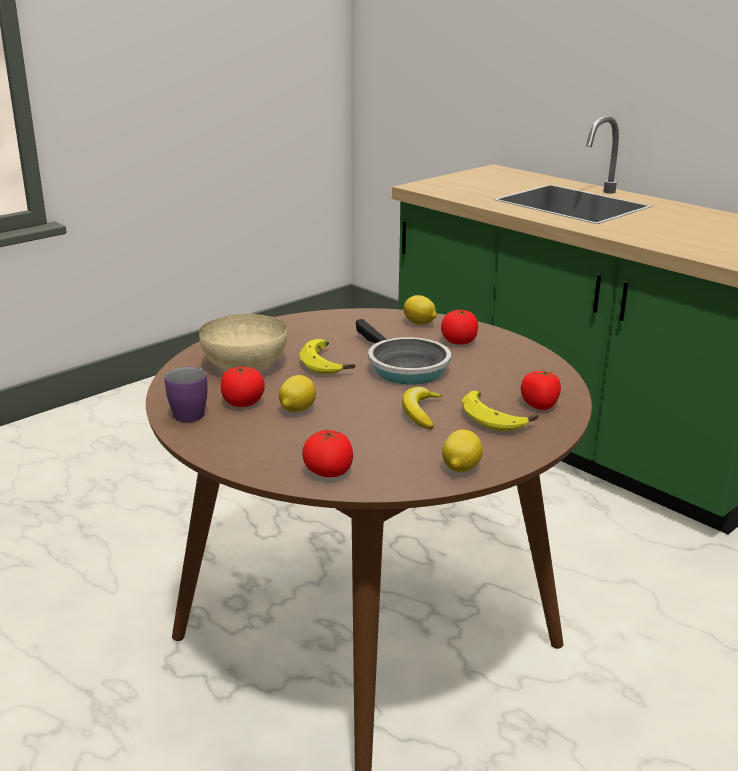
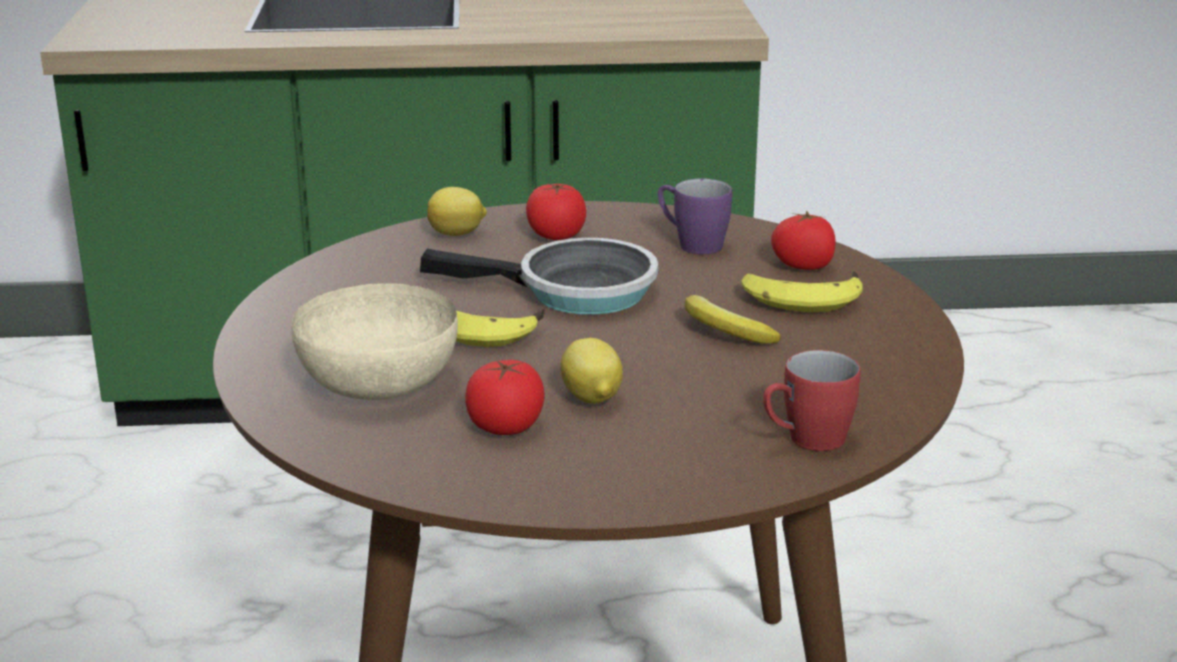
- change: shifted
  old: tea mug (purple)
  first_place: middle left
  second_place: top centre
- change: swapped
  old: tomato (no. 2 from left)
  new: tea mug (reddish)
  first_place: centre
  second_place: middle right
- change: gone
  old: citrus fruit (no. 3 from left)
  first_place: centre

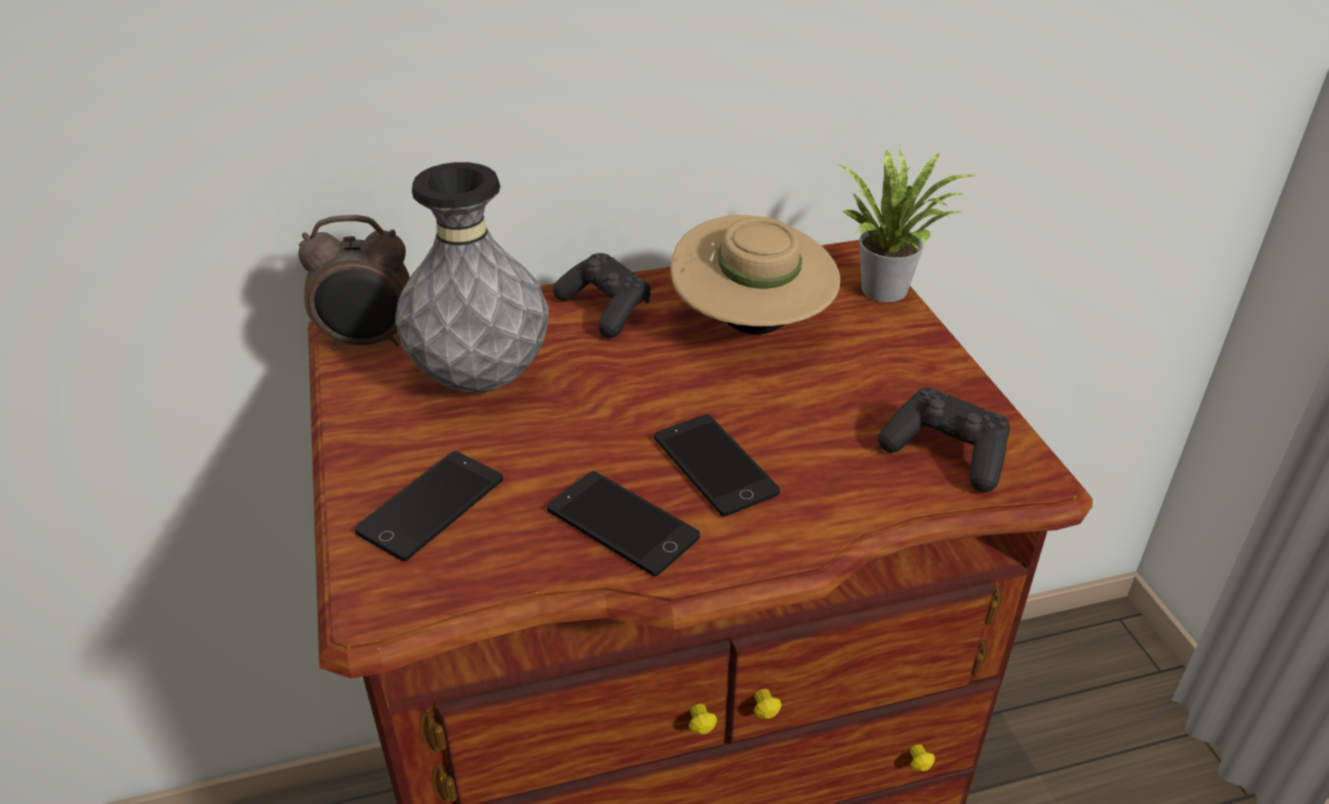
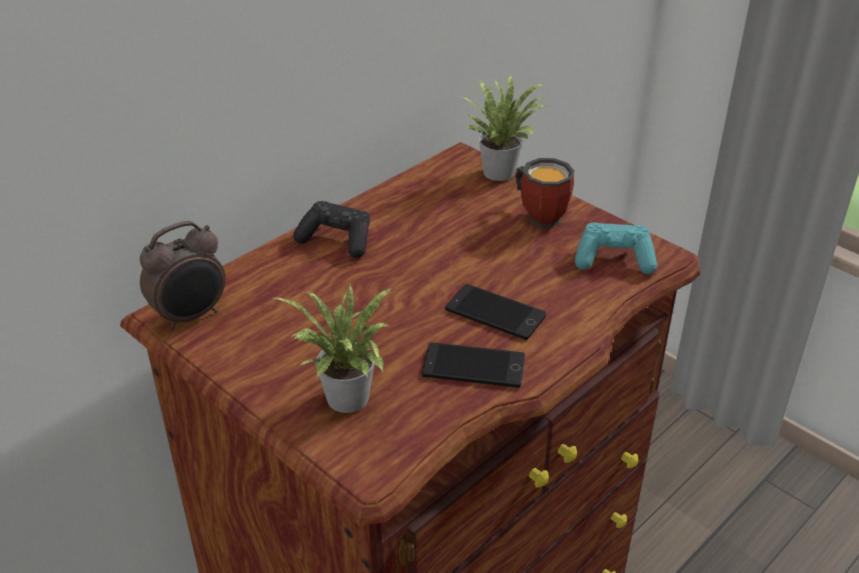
- change: gone
  old: flower vase (grey)
  first_place: centre
- change: gone
  old: wearable hat (beige)
  first_place: centre
- change: repainted
  old: game controller (blackish) (no. 2 from left)
  new: game controller (turquoise-coloured)
  first_place: middle right
  second_place: middle right
- change: swapped
  old: handset (no. 1 from left)
  new: potted plant (no. 1 from left)
  first_place: middle left
  second_place: centre
- change: new
  new: tea mug
  second_place: centre

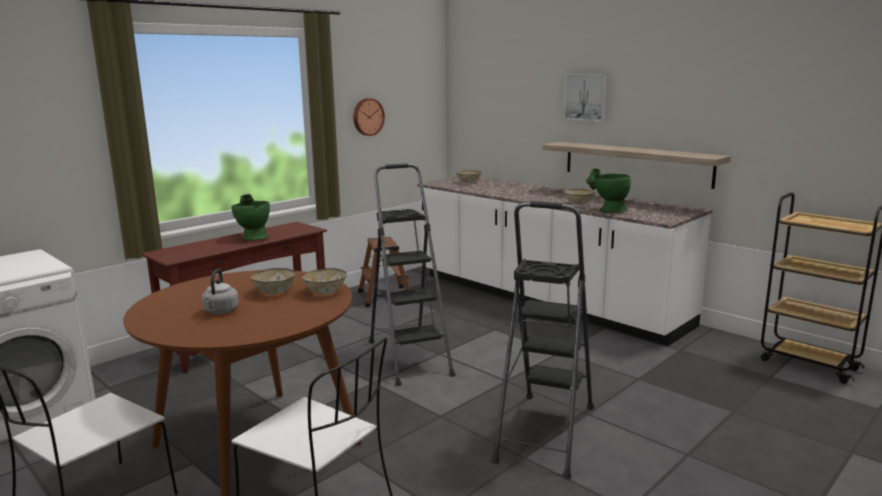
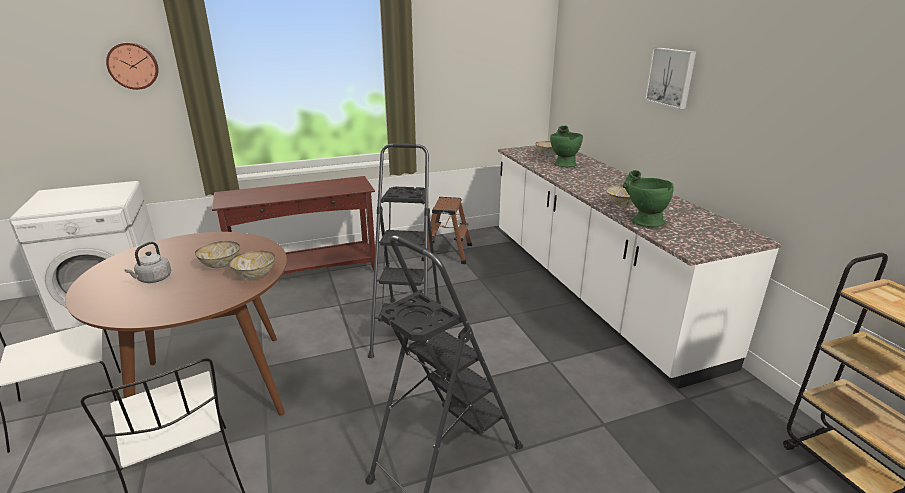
- change: shifted
  old: hanging clock
  first_place: top centre
  second_place: top left
- change: gone
  old: wall shelf
  first_place: top right
- change: shifted
  old: flower vase (green) (no. 1 from left)
  first_place: middle left
  second_place: top centre

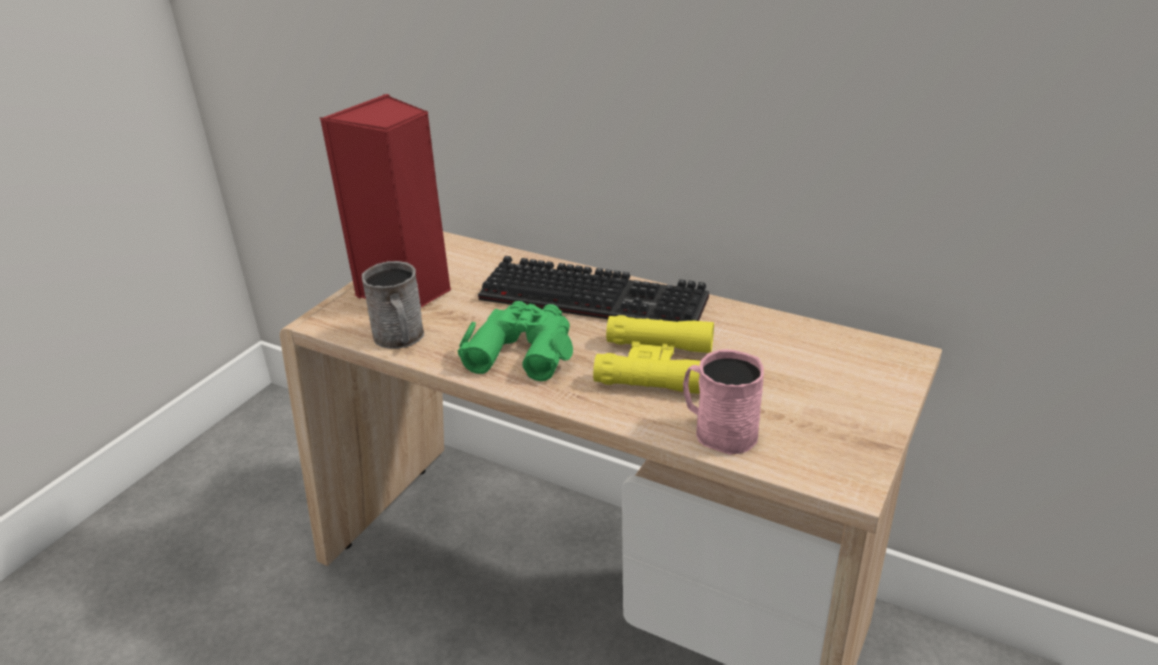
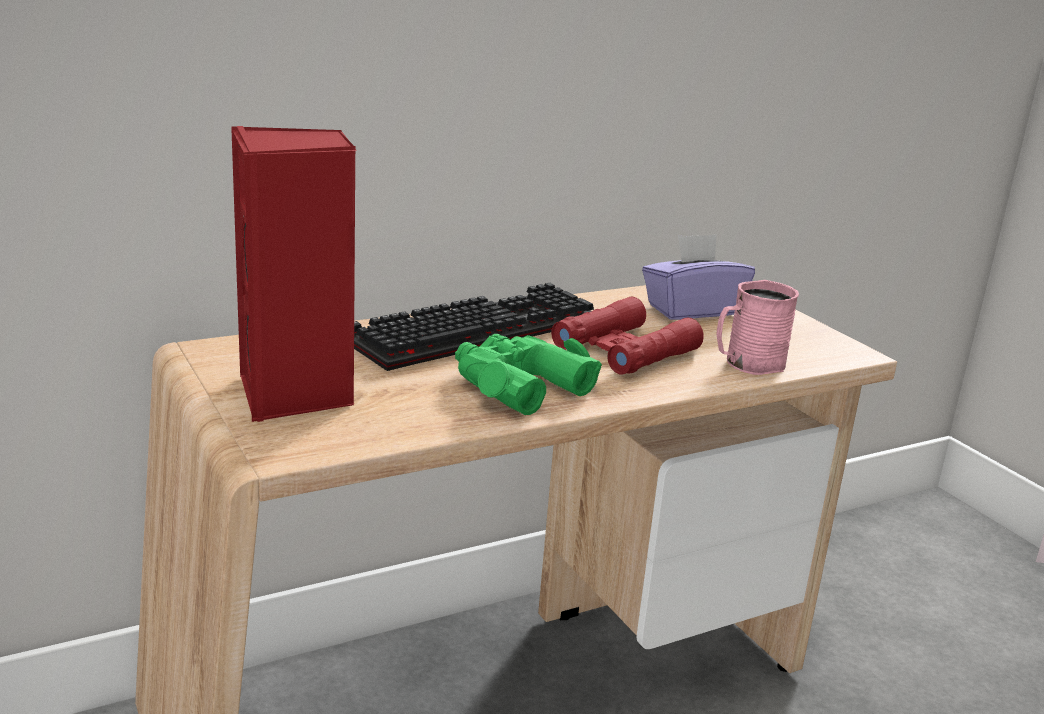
- change: gone
  old: tea mug (grey)
  first_place: centre
- change: repainted
  old: pair of binoculars (yellow-coloured)
  new: pair of binoculars (reddish)
  first_place: centre
  second_place: centre
- change: new
  new: box of tissues (purple)
  second_place: middle right

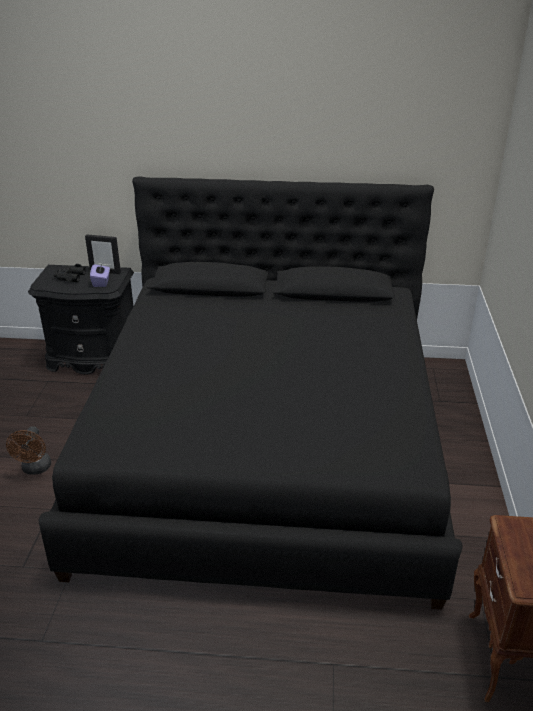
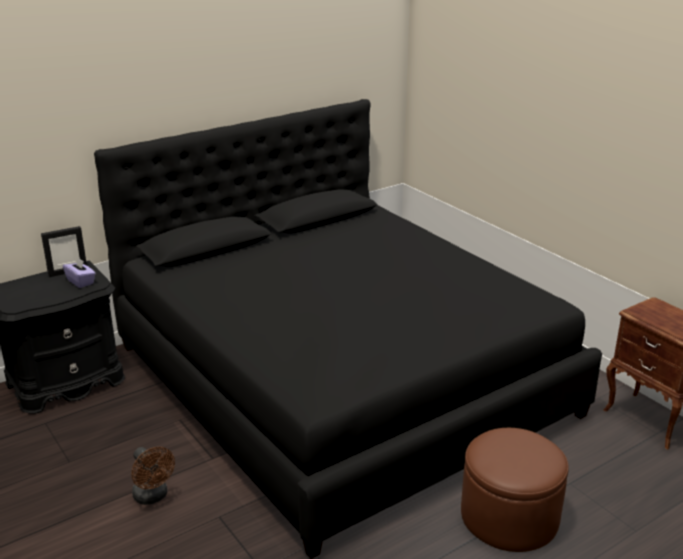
- change: gone
  old: pair of binoculars (blackish)
  first_place: middle left
- change: new
  new: footrest (brown-coloured)
  second_place: bottom right

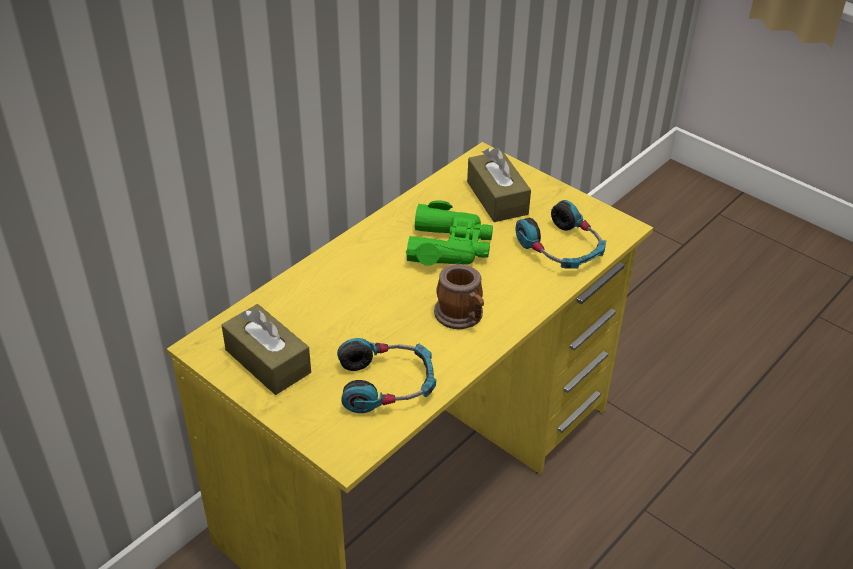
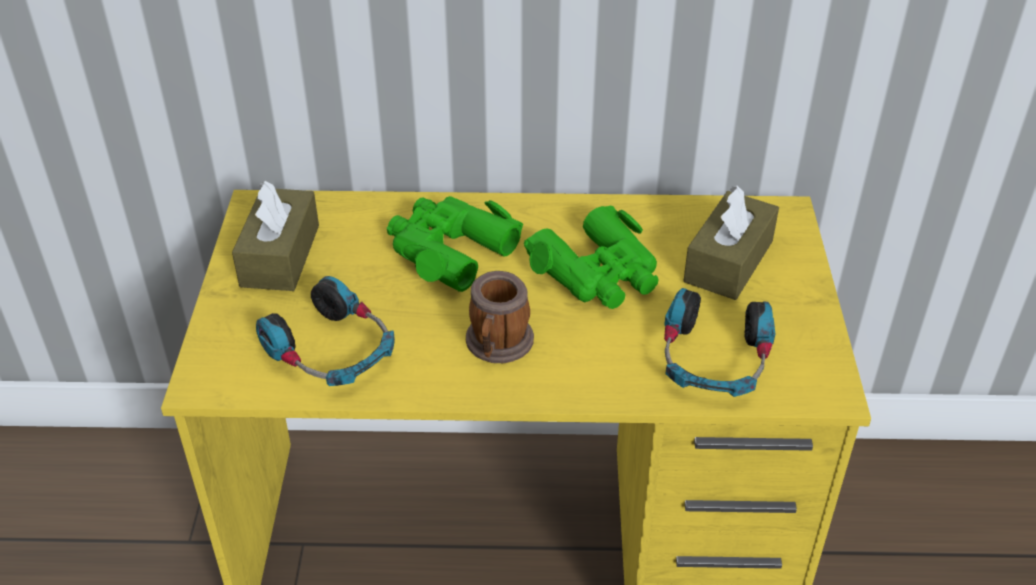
- change: new
  new: pair of binoculars (green) (no. 1 from left)
  second_place: centre

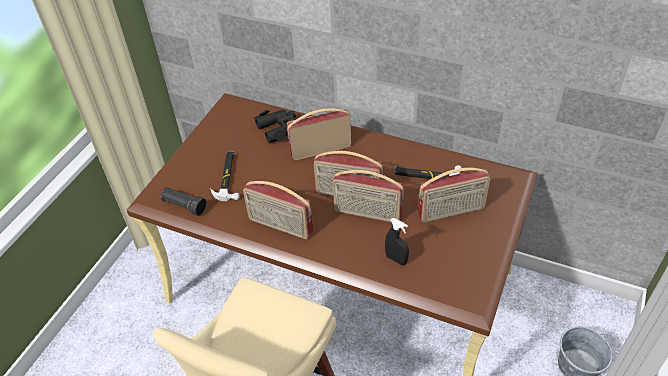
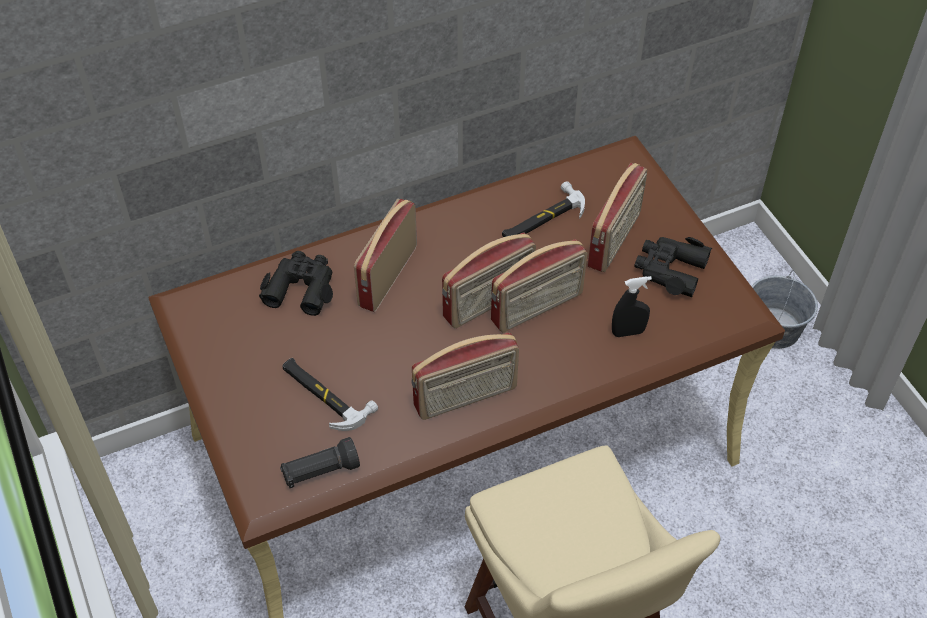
- change: new
  new: pair of binoculars (blackish) (no. 2 from left)
  second_place: middle right

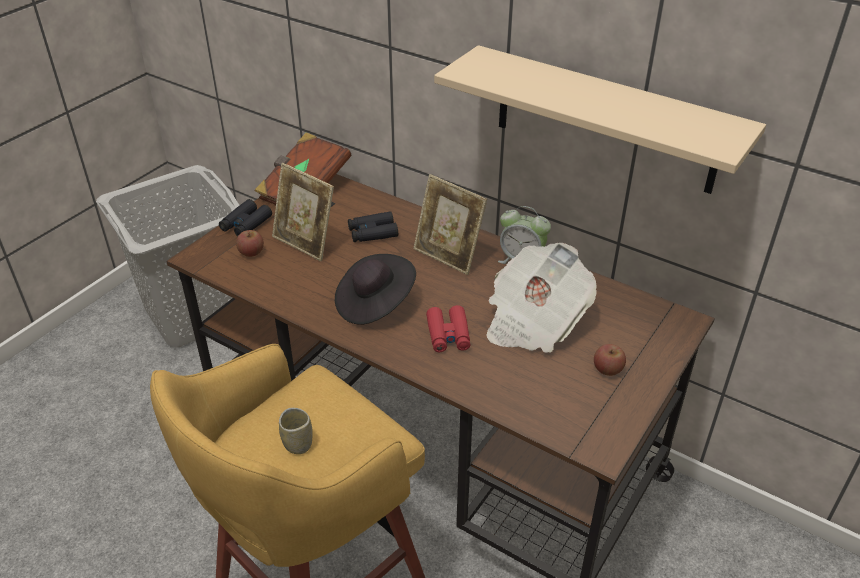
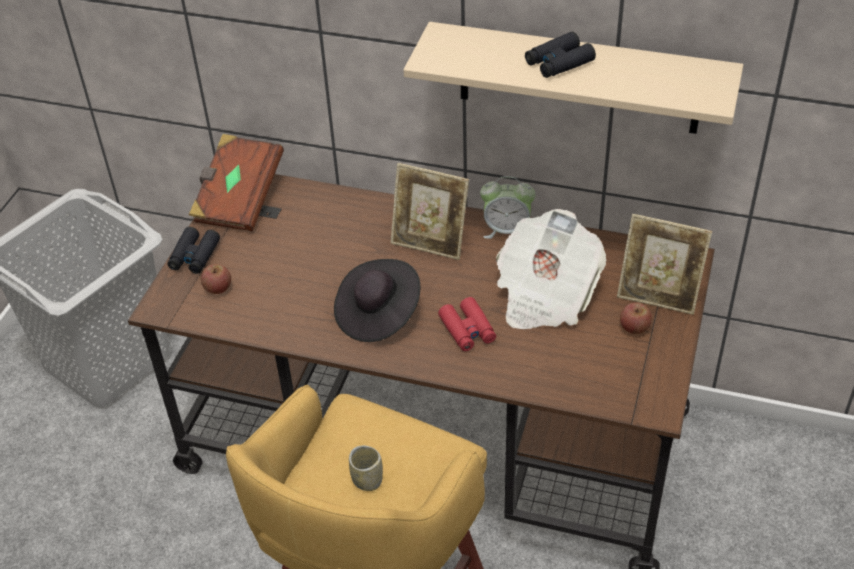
- change: shifted
  old: picture frame (no. 1 from left in the first image)
  new: picture frame (no. 2 from left)
  first_place: centre
  second_place: middle right
- change: shifted
  old: pair of binoculars (blackish) (no. 2 from left)
  first_place: centre
  second_place: top centre

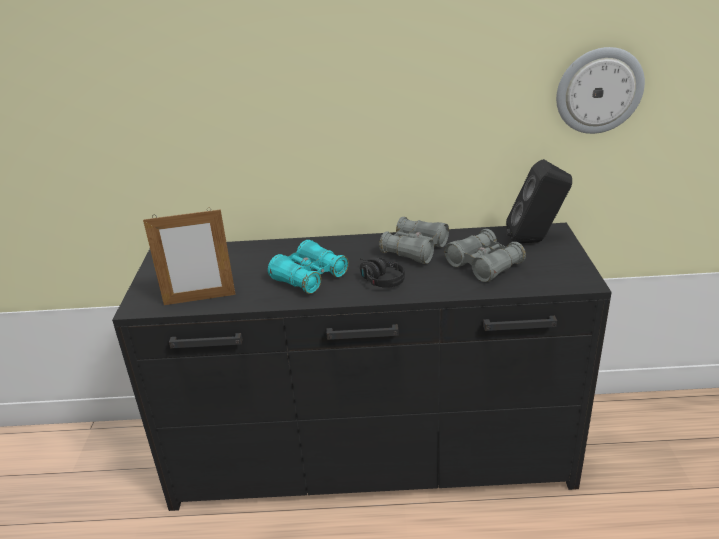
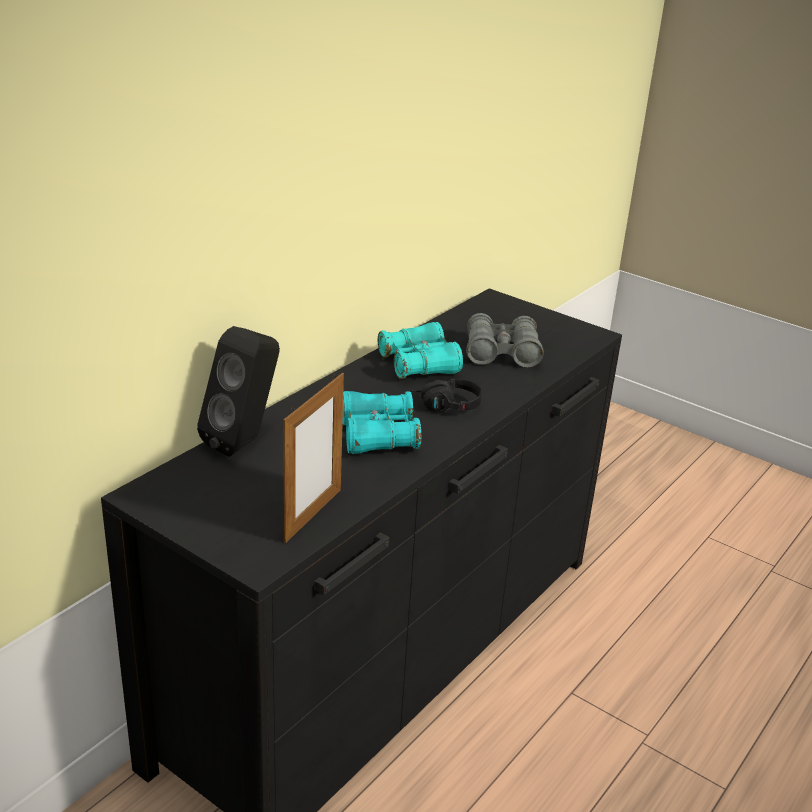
- change: gone
  old: hanging clock
  first_place: top right
- change: shifted
  old: audio speaker (blackish)
  first_place: middle right
  second_place: middle left
- change: repainted
  old: pair of binoculars (grey) (no. 1 from left)
  new: pair of binoculars (turquoise-coloured) (no. 2 from left)
  first_place: centre
  second_place: centre

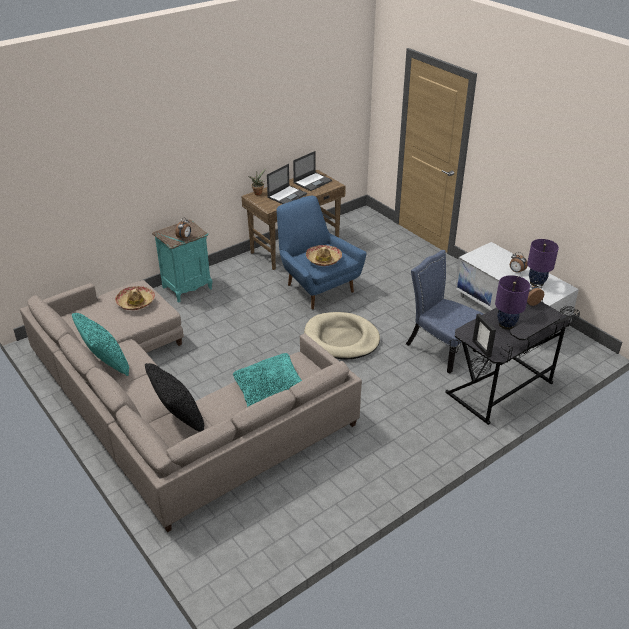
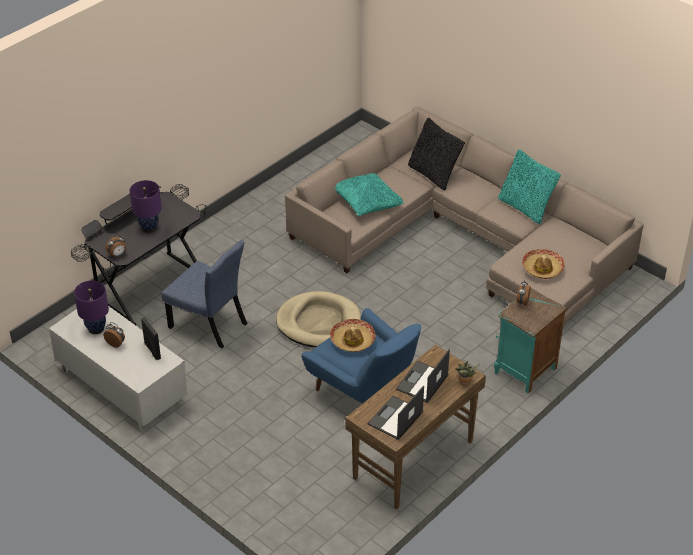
- change: shifted
  old: picture frame
  first_place: middle right
  second_place: middle left

